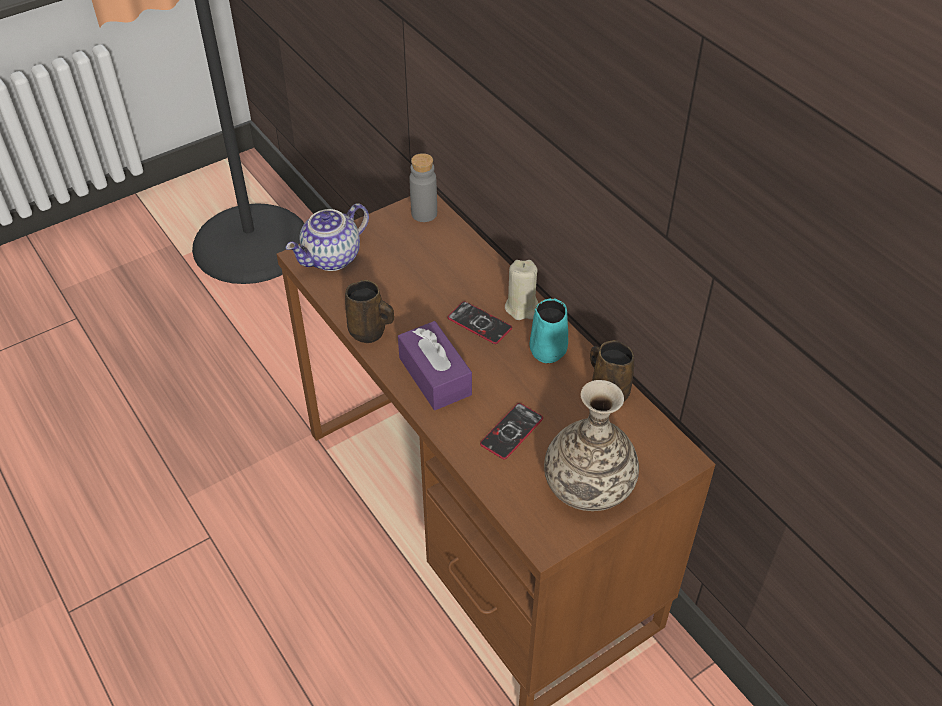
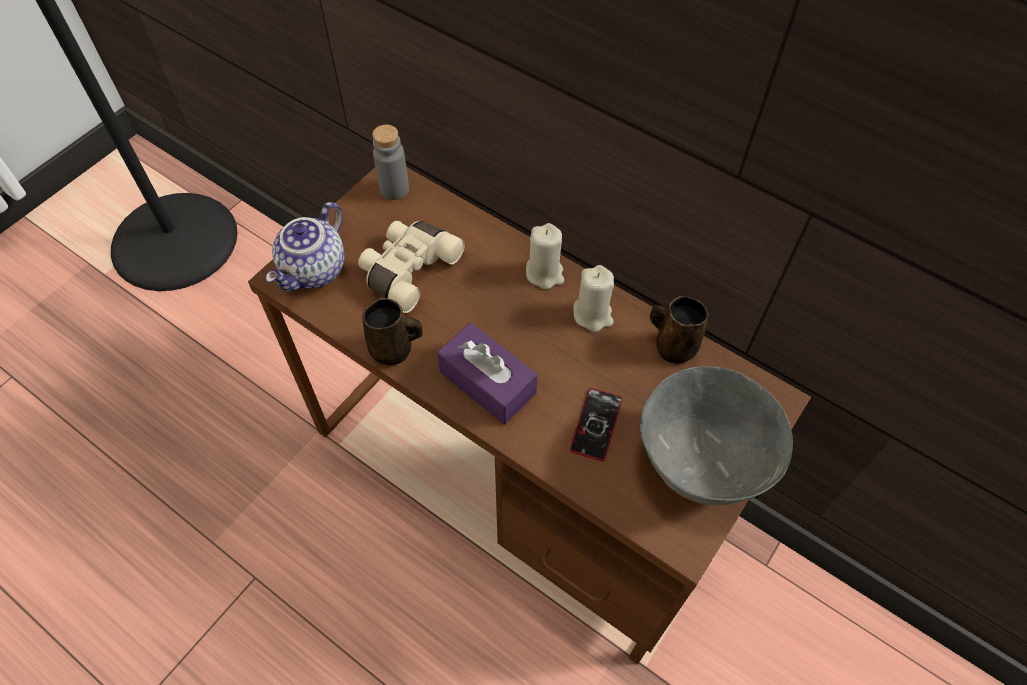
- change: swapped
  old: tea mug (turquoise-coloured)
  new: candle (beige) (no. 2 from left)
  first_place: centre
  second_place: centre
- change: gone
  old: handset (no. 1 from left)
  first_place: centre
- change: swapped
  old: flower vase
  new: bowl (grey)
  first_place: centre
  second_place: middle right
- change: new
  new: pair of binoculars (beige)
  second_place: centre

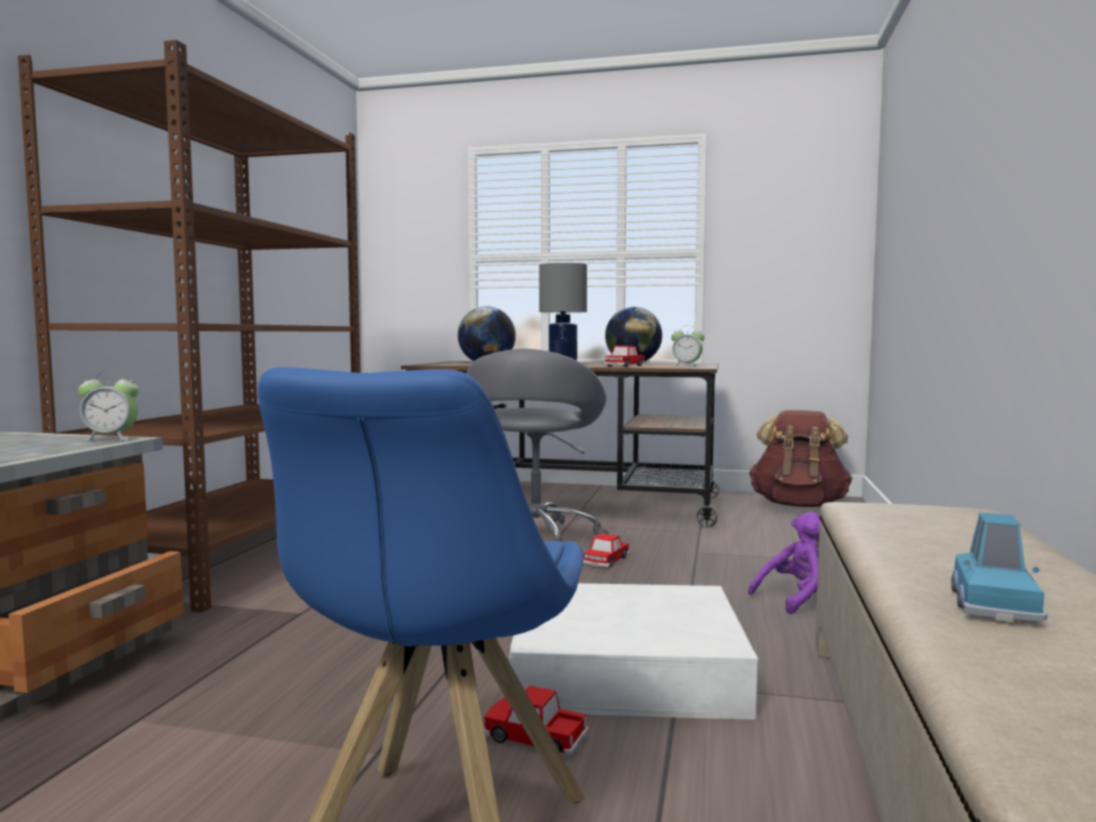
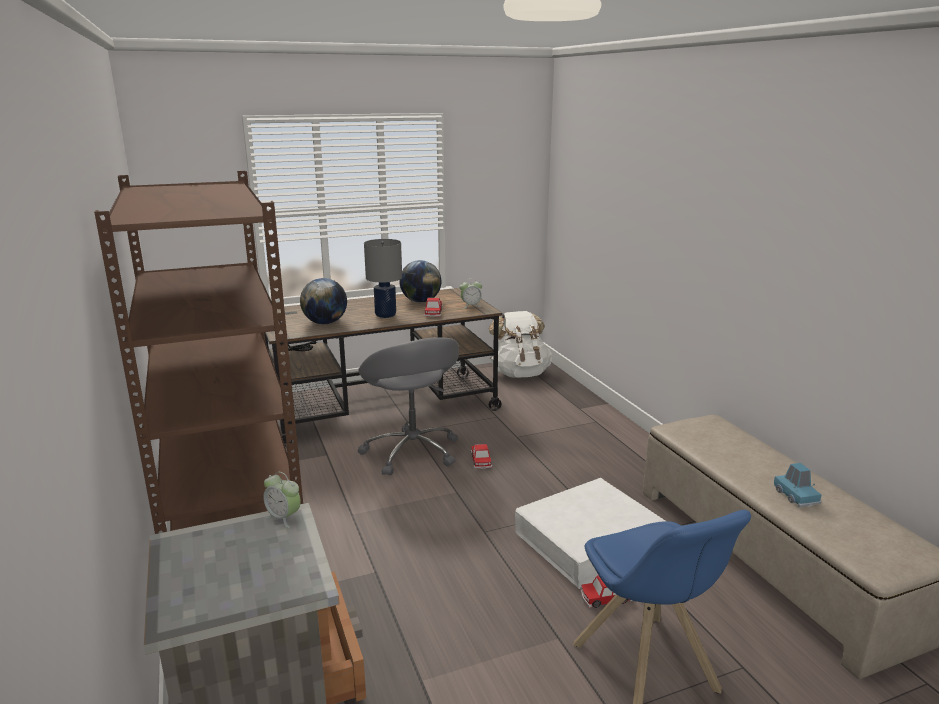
- change: rotated
  old: alarm clock (no. 1 from left)
  first_place: middle left
  second_place: bottom left
  degrees: 75
- change: repainted
  old: knapsack (brown-coloured)
  new: knapsack (white)
  first_place: middle right
  second_place: centre
- change: gone
  old: soft toy (purple)
  first_place: bottom right

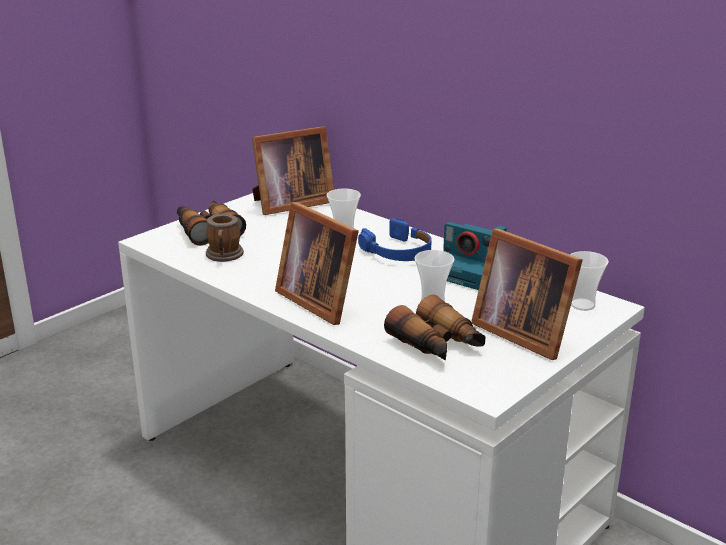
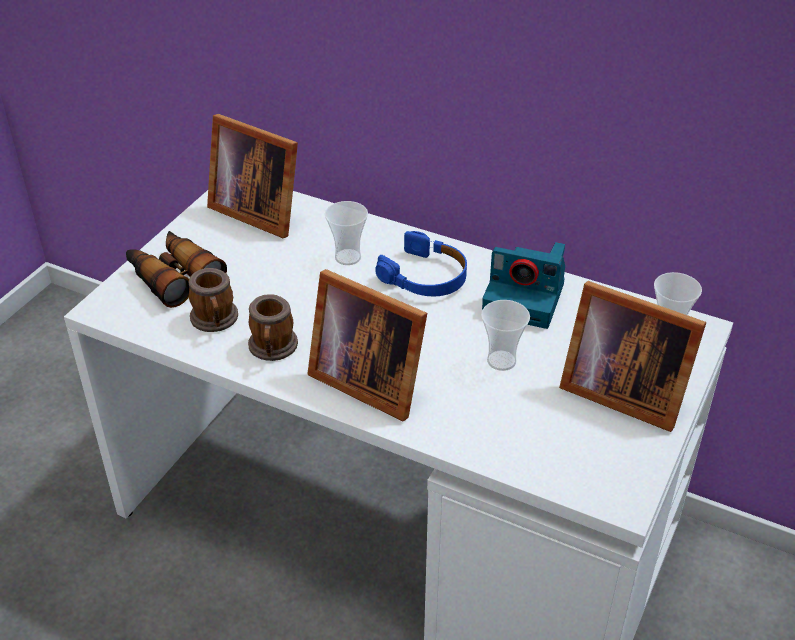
- change: rotated
  old: picture frame (no. 1 from left)
  first_place: top centre
  second_place: top left
  degrees: 75
- change: gone
  old: pair of binoculars (no. 2 from left)
  first_place: centre
- change: new
  new: tea mug (no. 2 from left)
  second_place: centre

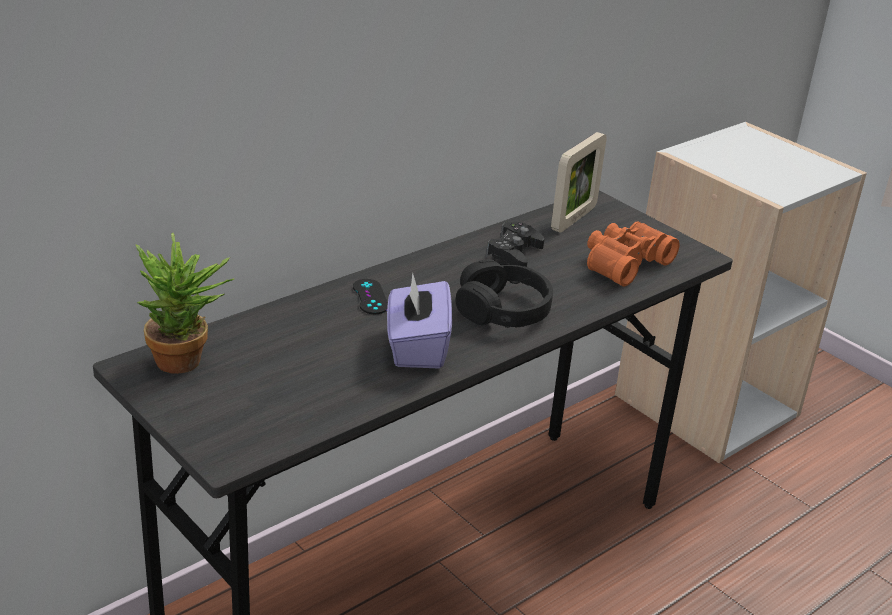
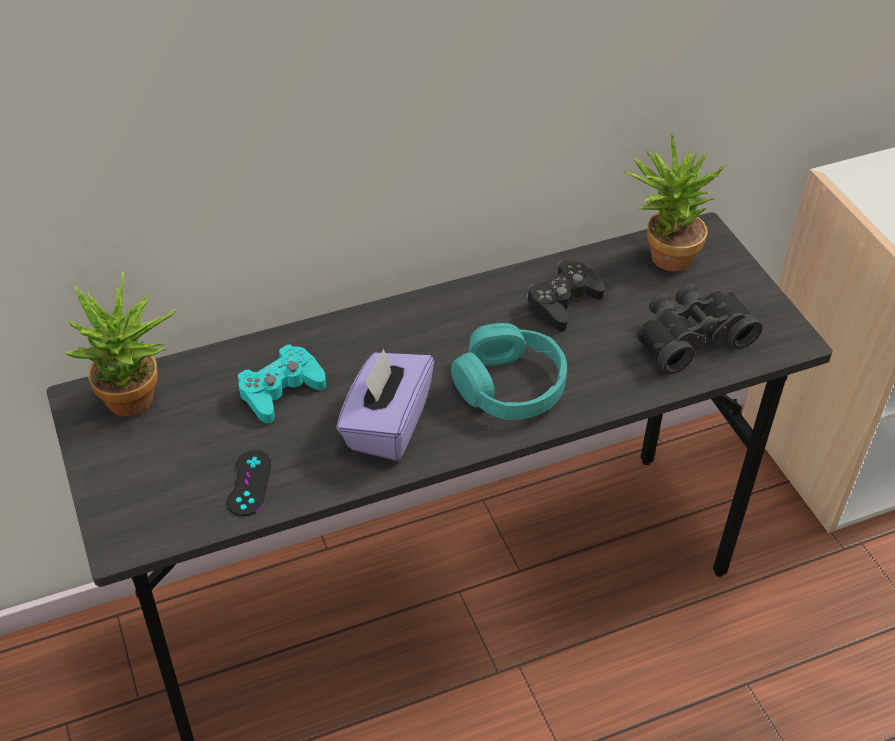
- change: swapped
  old: picture frame
  new: potted plant (no. 2 from left)
  first_place: top centre
  second_place: top right
- change: repainted
  old: pair of binoculars (orangey)
  new: pair of binoculars (blackish)
  first_place: middle right
  second_place: middle right
- change: repainted
  old: headset (blackish)
  new: headset (turquoise-coloured)
  first_place: centre
  second_place: centre
- change: shifted
  old: game controller (blackish) (no. 1 from left)
  first_place: centre
  second_place: middle left
- change: new
  new: game controller (turquoise-coloured)
  second_place: middle left

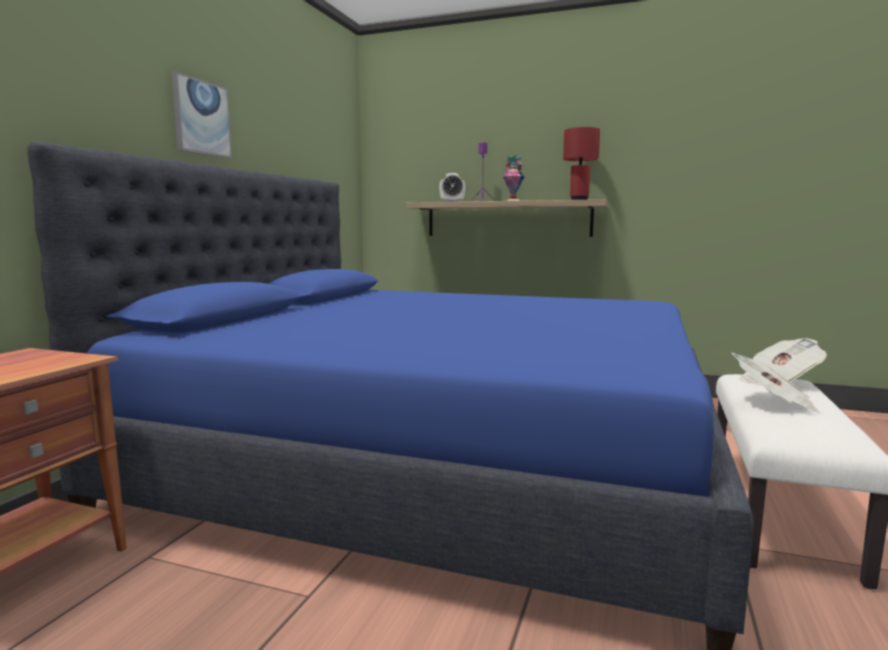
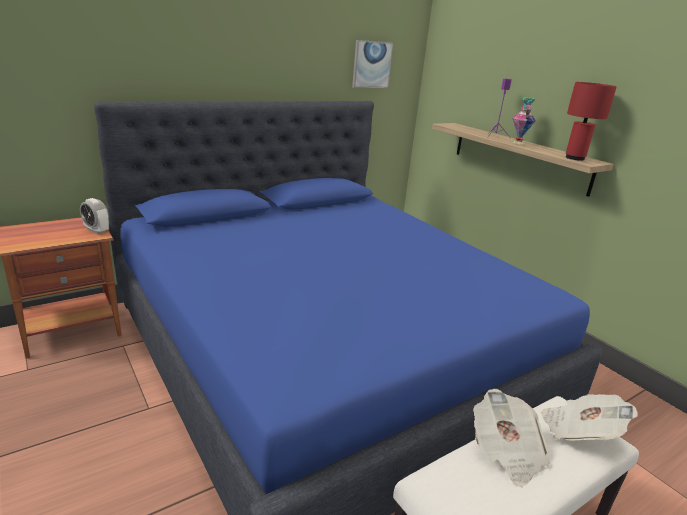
- change: shifted
  old: wall art
  first_place: top left
  second_place: top centre
- change: shifted
  old: alarm clock
  first_place: top centre
  second_place: middle left

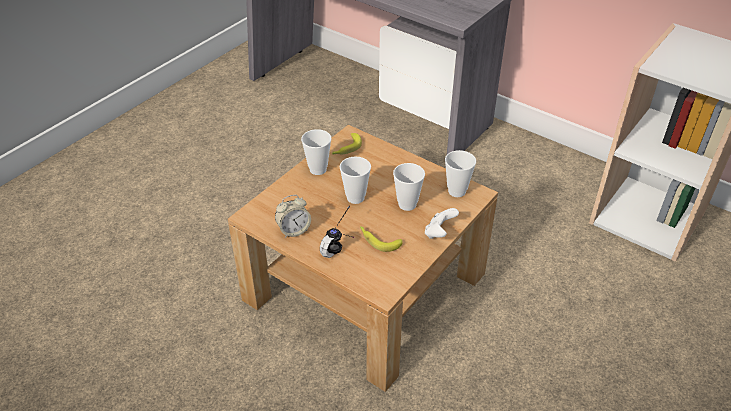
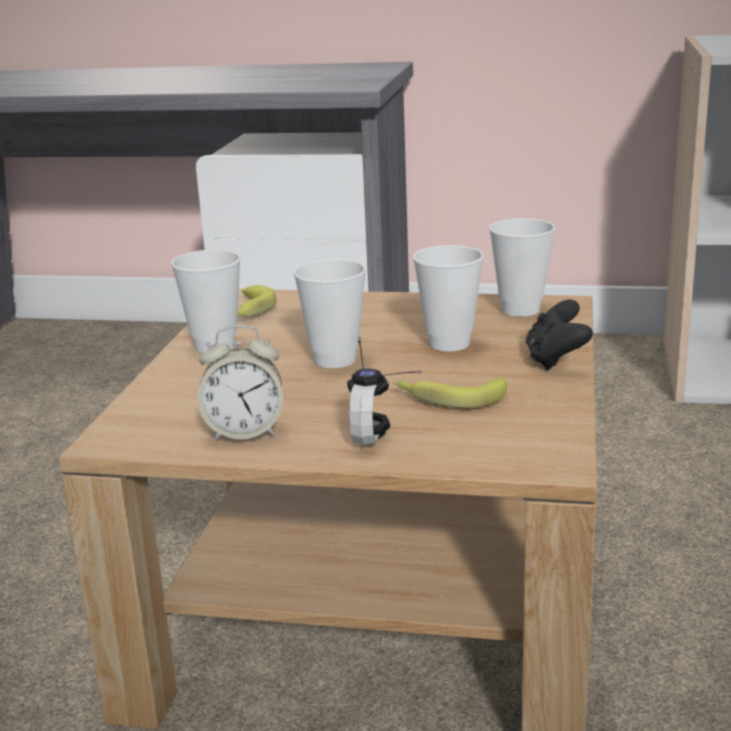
- change: rotated
  old: alarm clock
  first_place: centre
  second_place: middle left
  degrees: 45
- change: repainted
  old: game controller (white)
  new: game controller (blackish)
  first_place: centre
  second_place: middle right

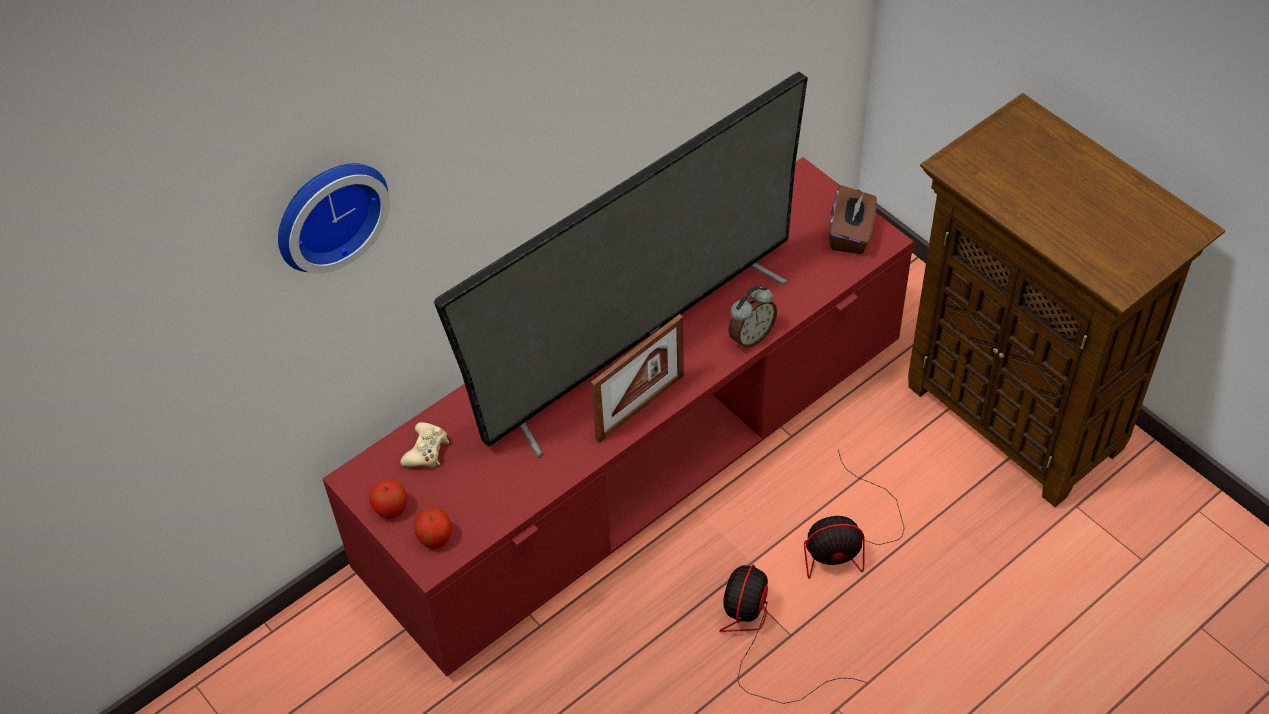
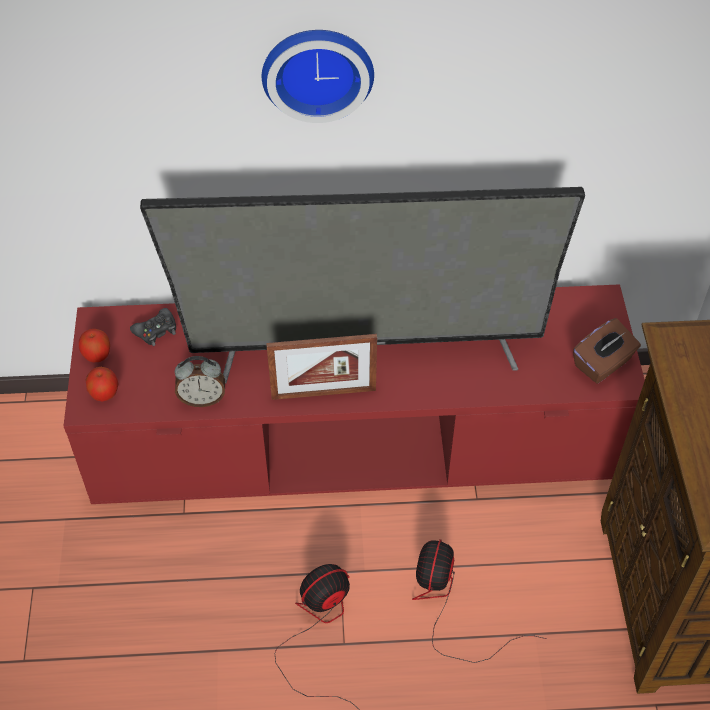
- change: shifted
  old: hanging clock
  first_place: top left
  second_place: top centre
- change: shifted
  old: alarm clock
  first_place: centre
  second_place: middle left
- change: repainted
  old: game controller (beige)
  new: game controller (blackish)
  first_place: centre
  second_place: middle left
- change: rotated
  old: fan (no. 2 from left)
  first_place: bottom right
  second_place: bottom right
  degrees: 75

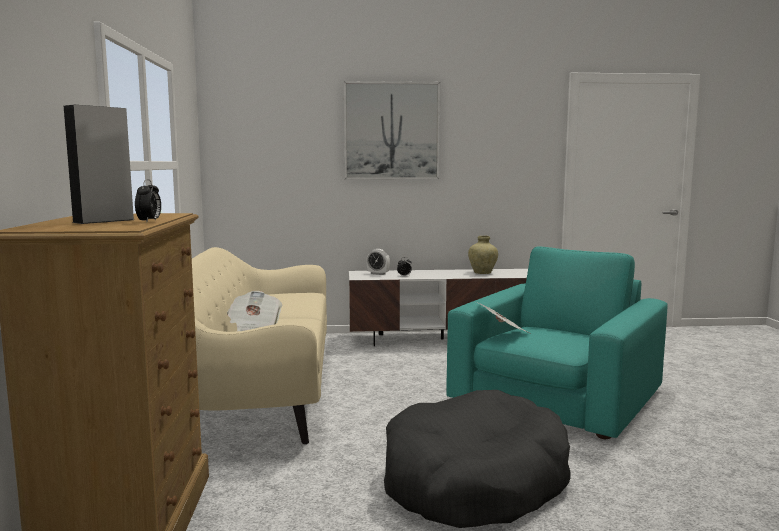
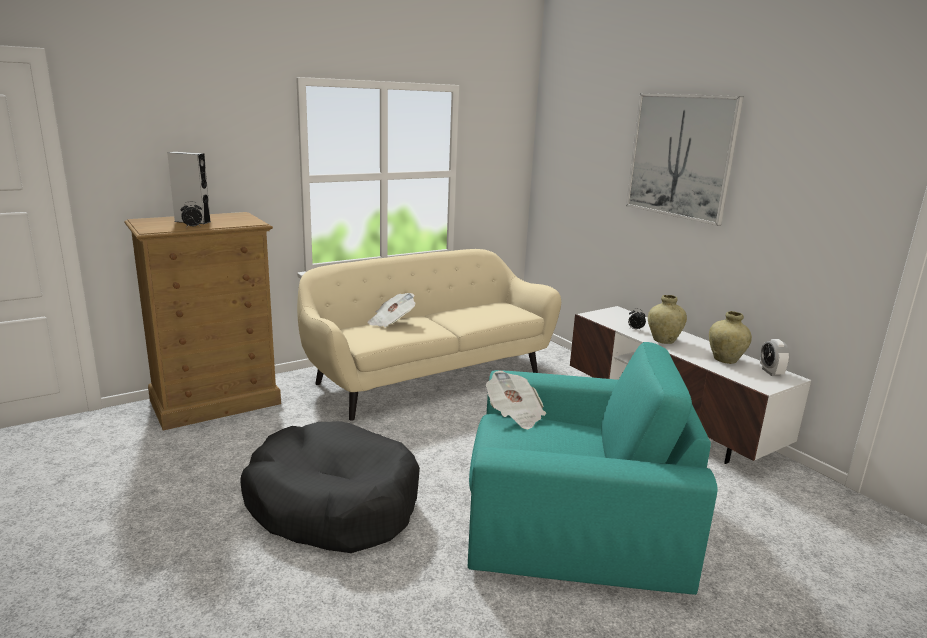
- change: shifted
  old: alarm clock (no. 2 from left in the first image)
  new: alarm clock (no. 3 from left)
  first_place: centre
  second_place: middle right
- change: new
  new: flower vase (beige) (no. 1 from left)
  second_place: middle right

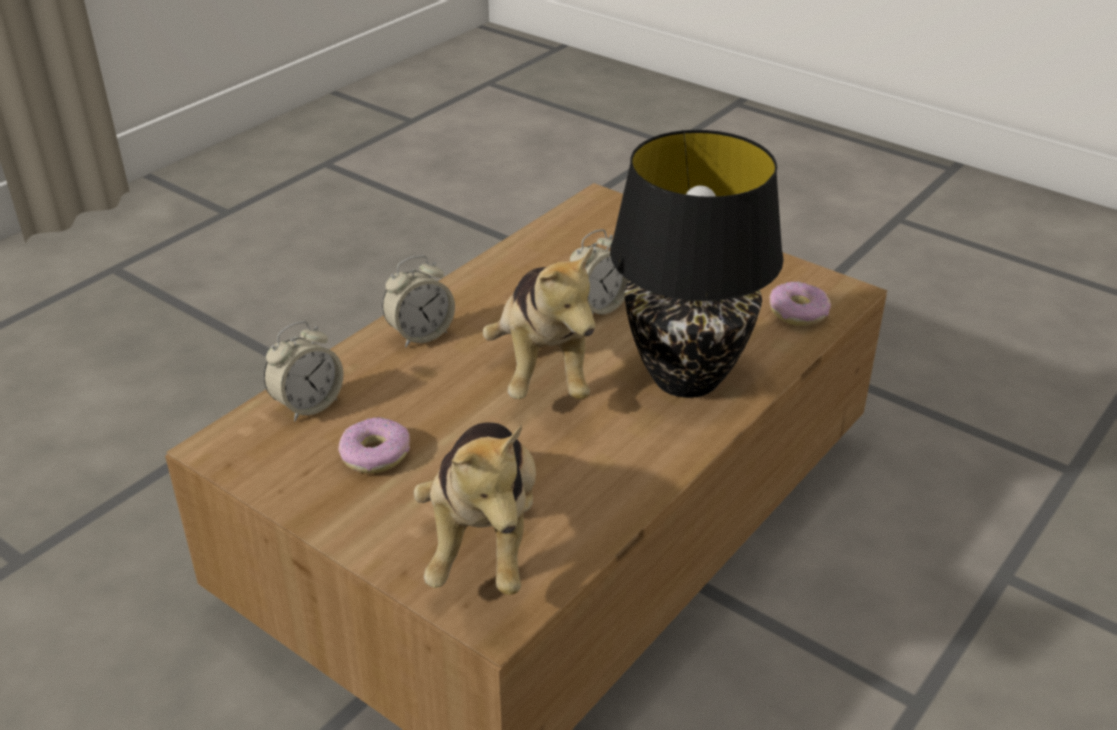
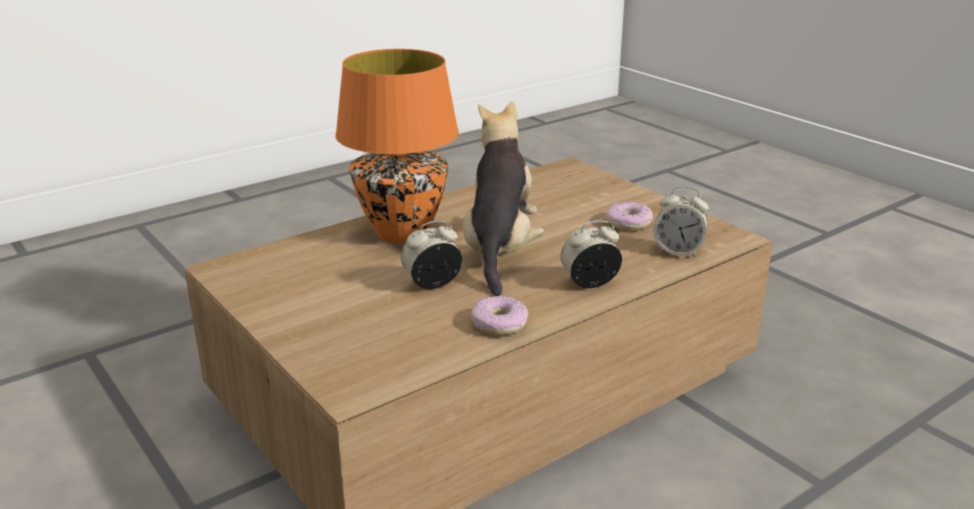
- change: repainted
  old: tabletop lamp (blackish)
  new: tabletop lamp (orangey)
  first_place: centre
  second_place: top centre
- change: shifted
  old: ring doughnut (no. 2 from left in the first image)
  new: ring doughnut (no. 1 from left)
  first_place: middle right
  second_place: centre
- change: rotated
  old: alarm clock (no. 1 from left in the first image)
  first_place: middle left
  second_place: middle right
  degrees: -135
- change: gone
  old: soft toy (no. 1 from left)
  first_place: bottom centre

